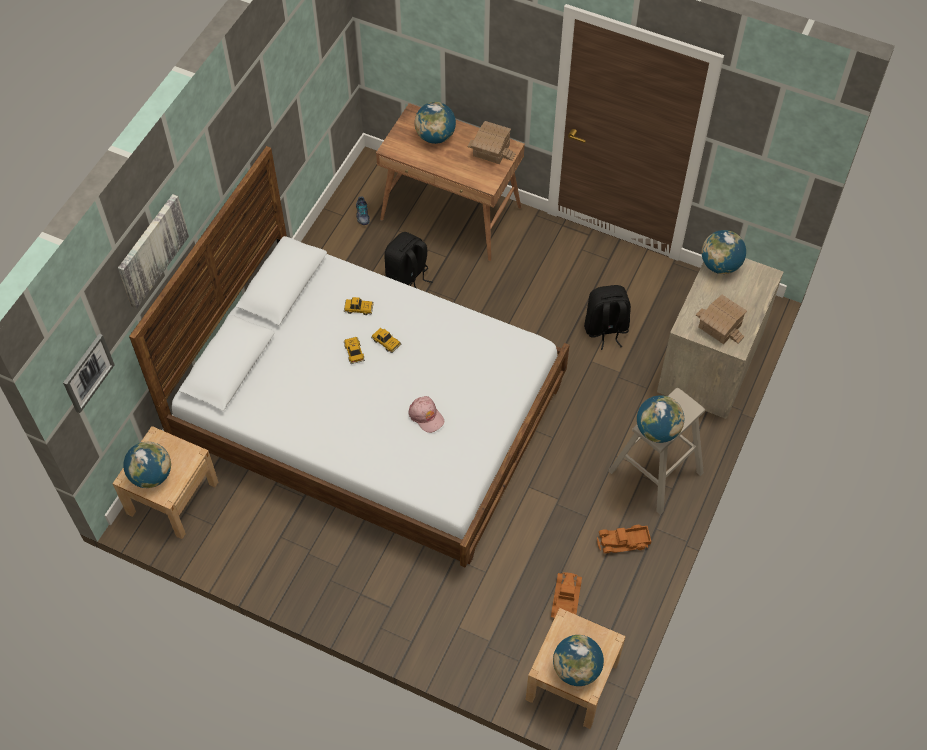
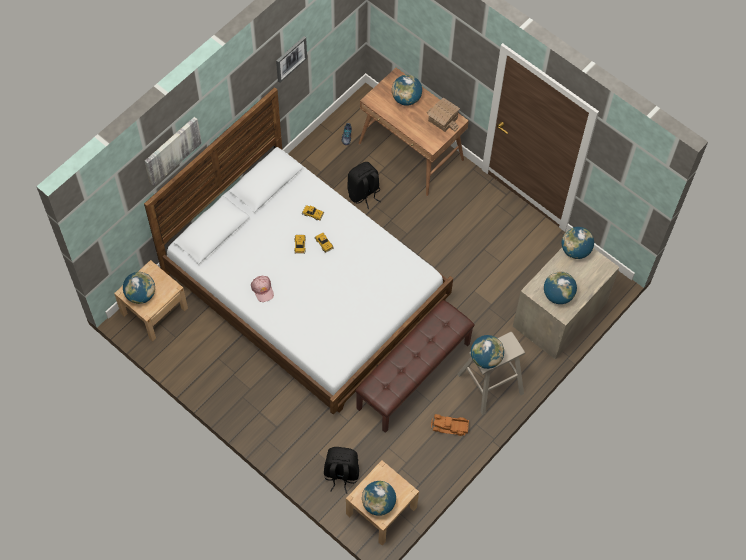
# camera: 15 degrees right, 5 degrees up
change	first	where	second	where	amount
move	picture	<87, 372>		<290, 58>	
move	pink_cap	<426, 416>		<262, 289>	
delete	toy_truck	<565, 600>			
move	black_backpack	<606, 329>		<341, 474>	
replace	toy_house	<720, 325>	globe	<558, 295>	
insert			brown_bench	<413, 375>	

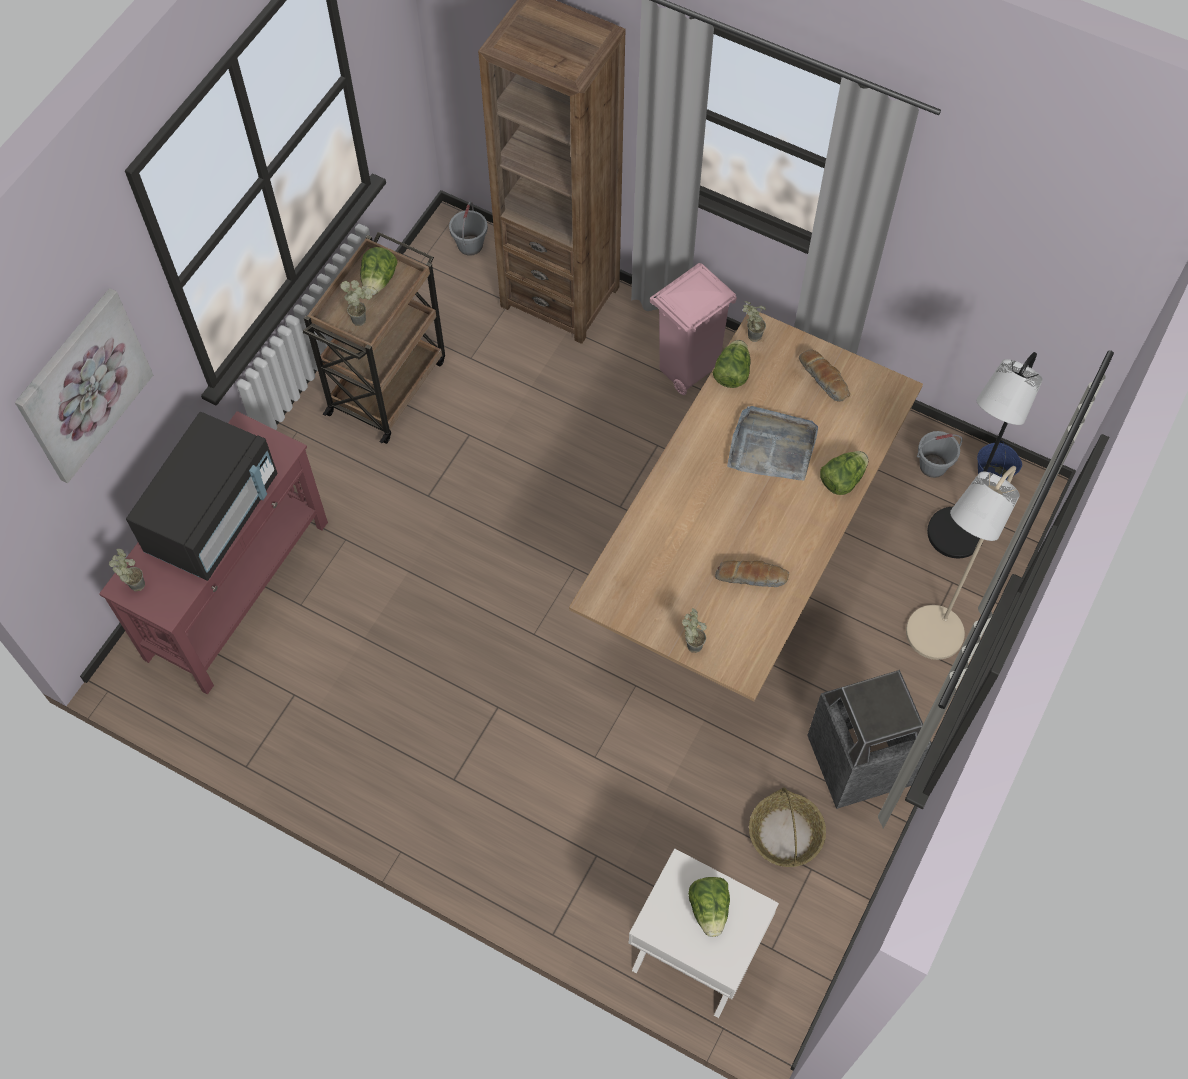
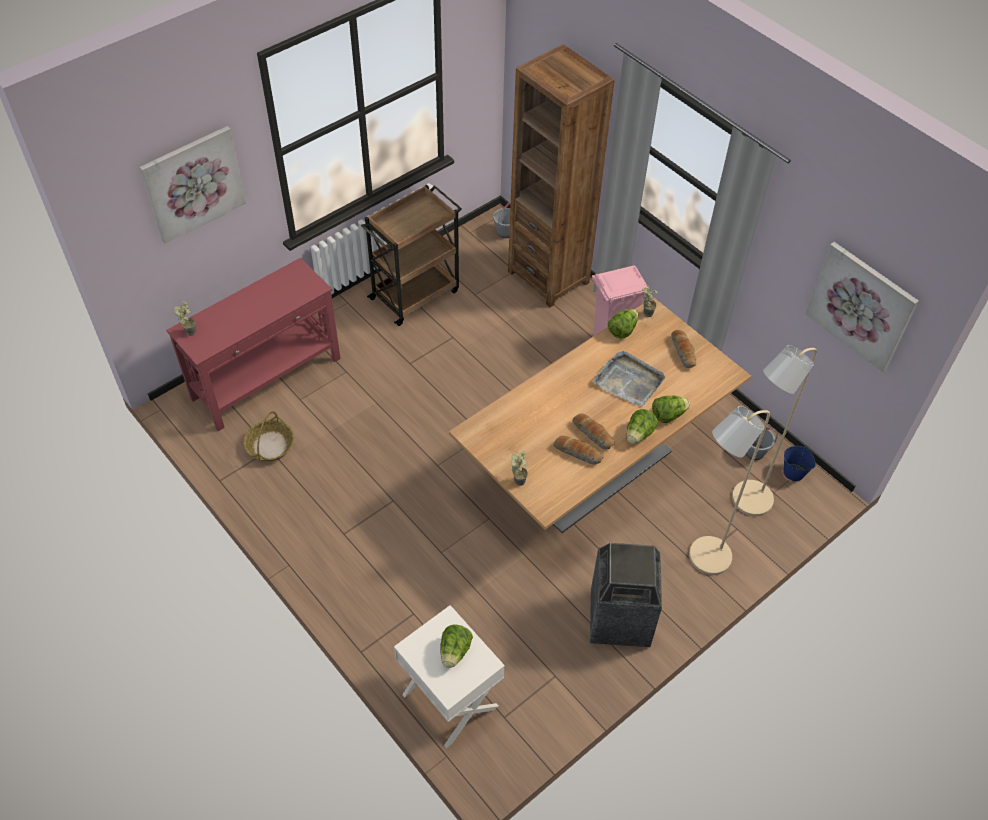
# camera: 20 degrees right, 10 degrees down
change	first	where	second	where	amount
delete	black_microwave	<213, 515>			
delete	potted_plant	<362, 318>			
move	lettuce	<379, 281>		<639, 434>	
move	basket	<786, 834>		<270, 446>	
recolor	black_floor_lamp	<949, 541>	beige_floor_lamp	<746, 502>	
insert			bread	<593, 434>	
insert			picture	<861, 305>	

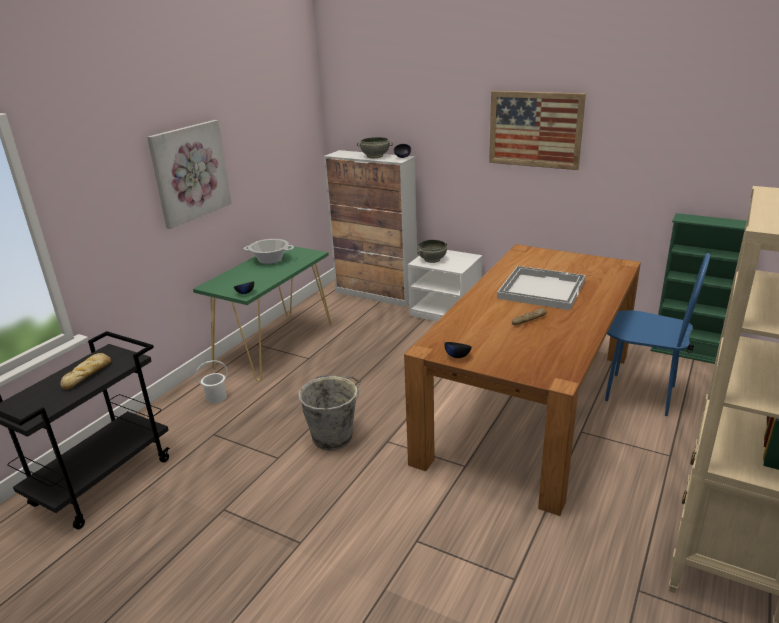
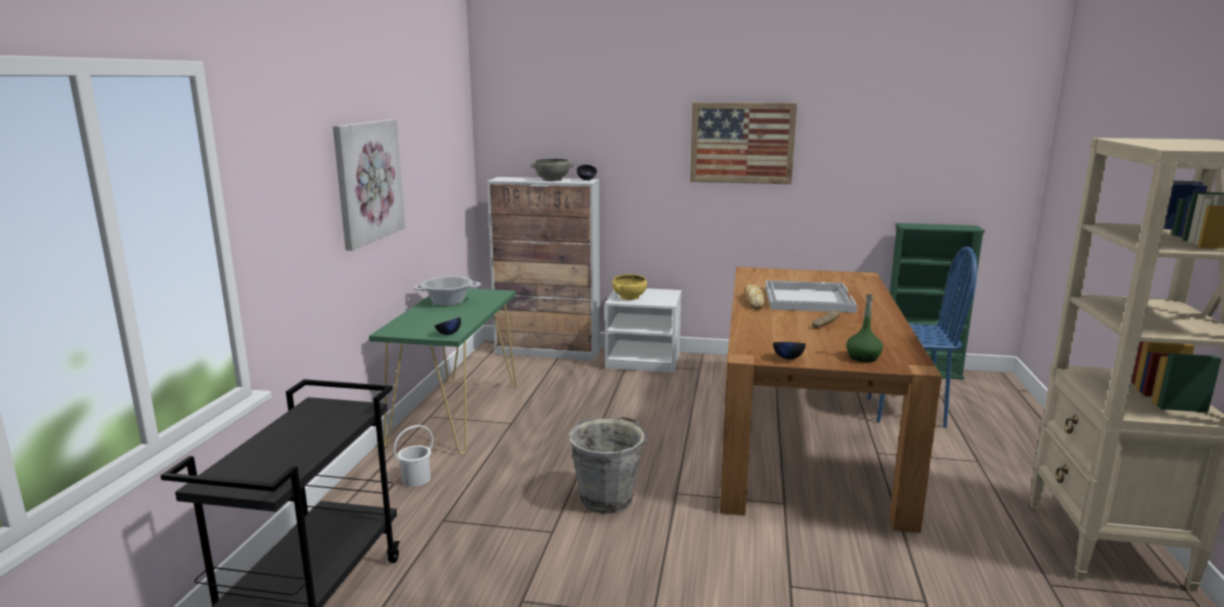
# camera: 20 degrees left, 10 degrees down
change	first	where	second	where	amount
move	bread	<88, 374>		<753, 301>	
recolor	grey_bowl	<432, 259>	yellow_bowl	<629, 297>	
insert			green_bottle	<863, 357>	

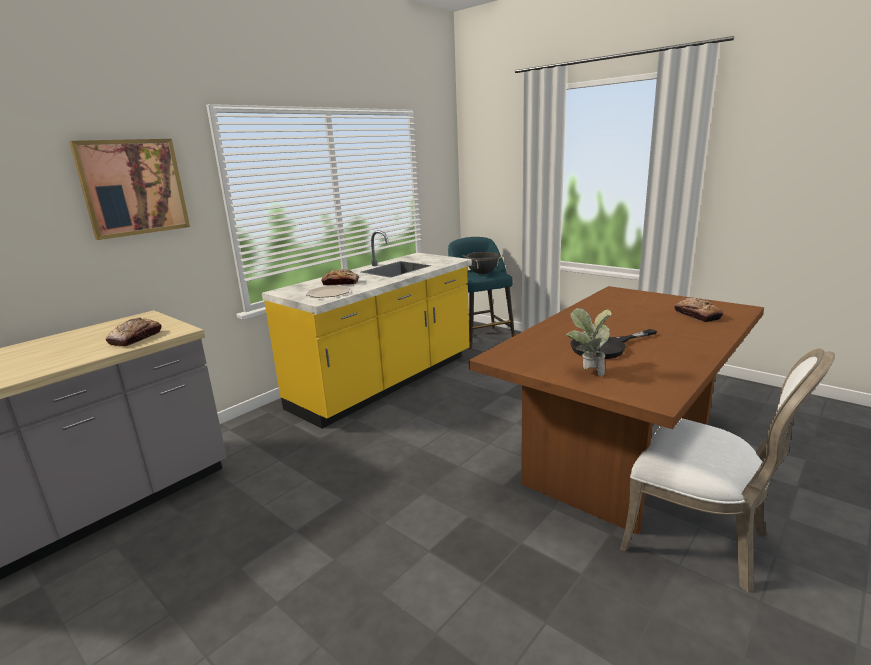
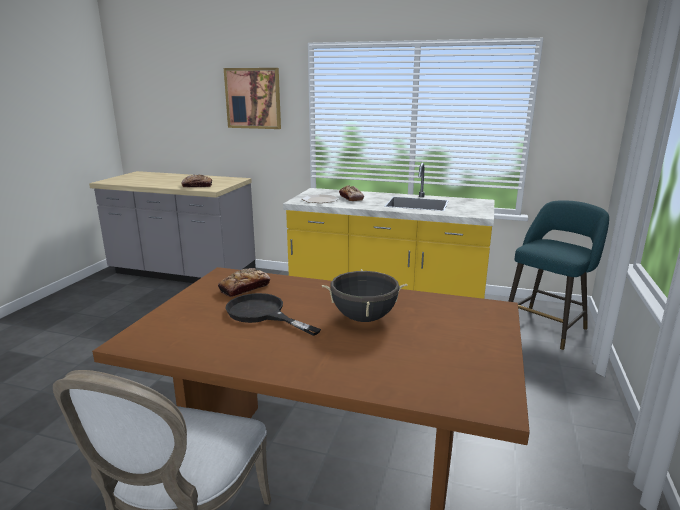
# camera: 65 degrees right, 0 degrees up
change	first	where	second	where	amount
move	black_cooking_pot	<482, 273>		<364, 318>	
delete	potted_plant	<587, 372>			
move	bread	<697, 315>		<244, 288>	

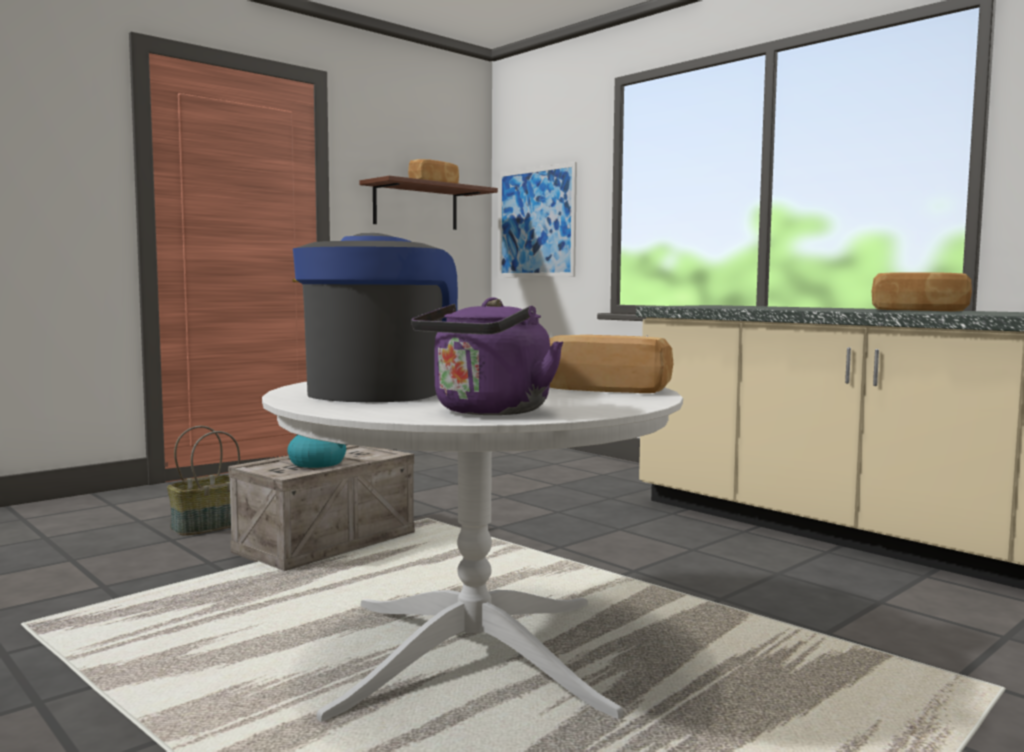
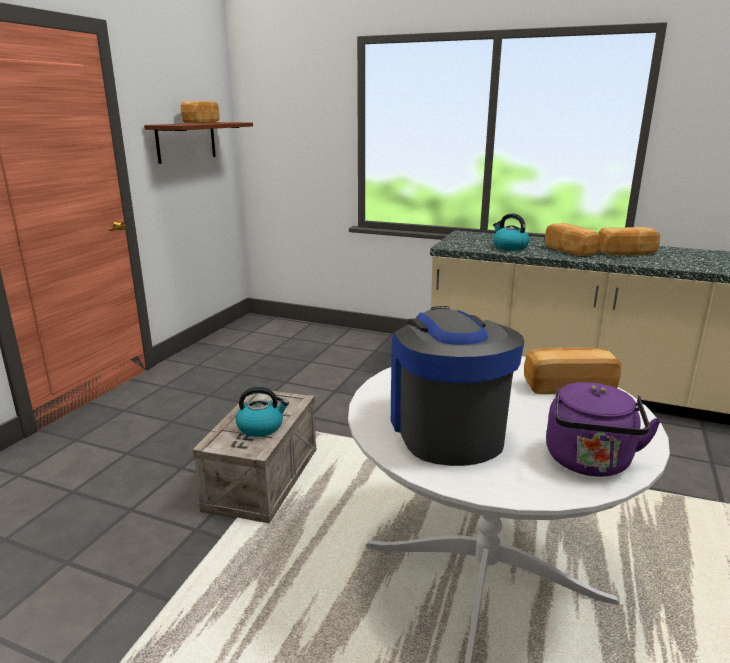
# camera: 25 degrees left, 15 degrees up
change	first	where	second	where	amount
delete	basket	<211, 525>			
delete	picture	<536, 222>			
insert			kettle	<509, 247>	
insert			bread	<568, 251>	

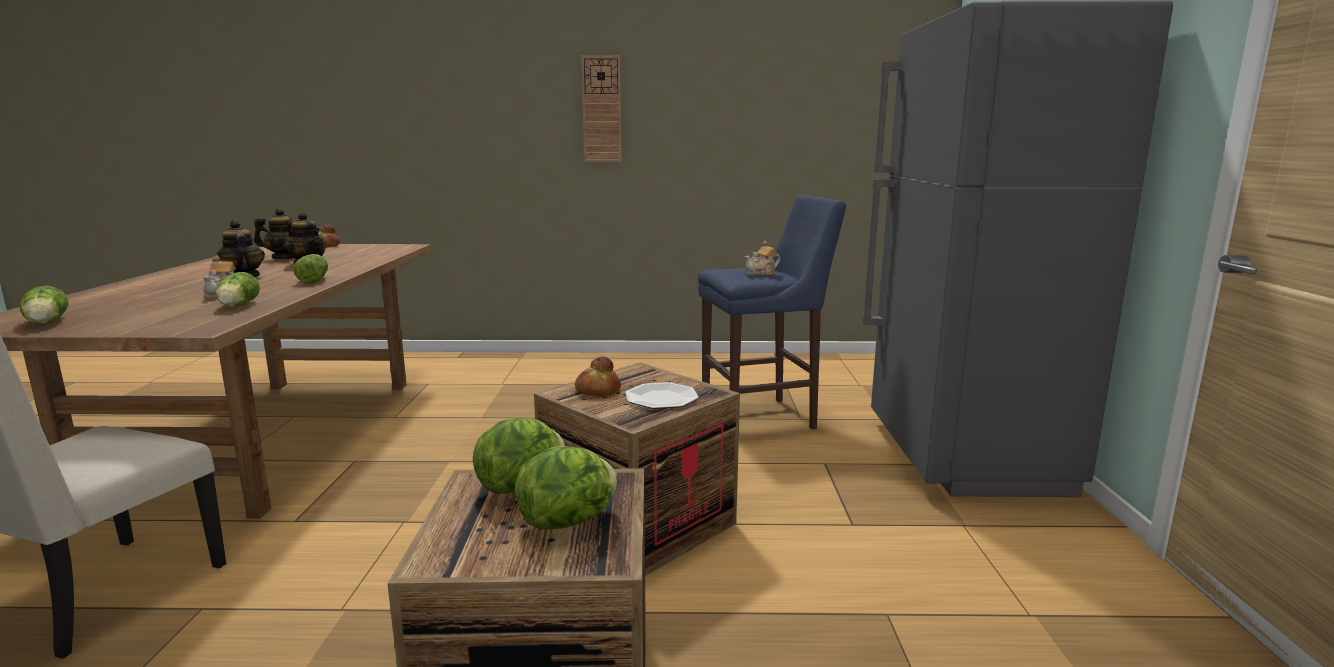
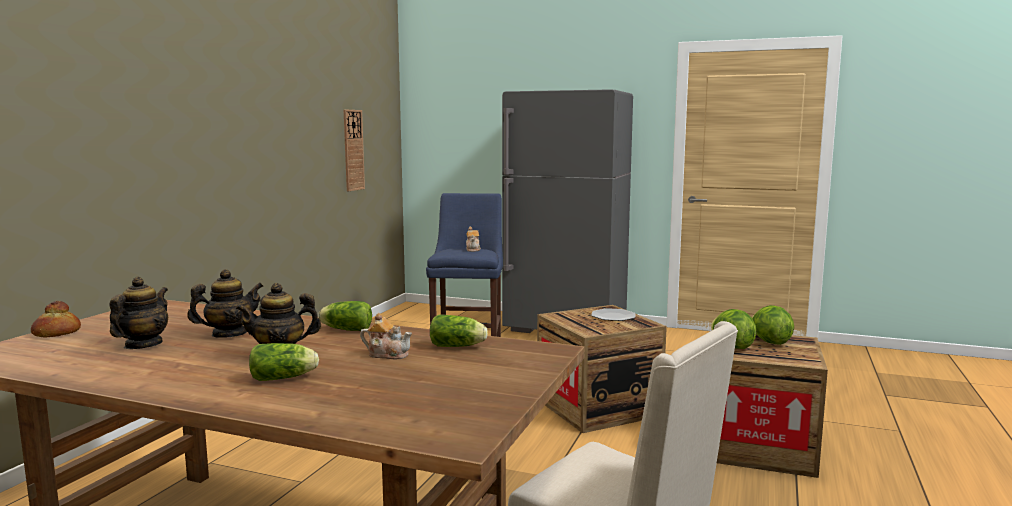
# camera: 70 degrees left, 5 degrees down
change	first	where	second	where	amount
move	lettuce	<46, 323>		<285, 378>	
delete	bread	<597, 390>			
move	wall_clock	<602, 109>		<353, 150>	

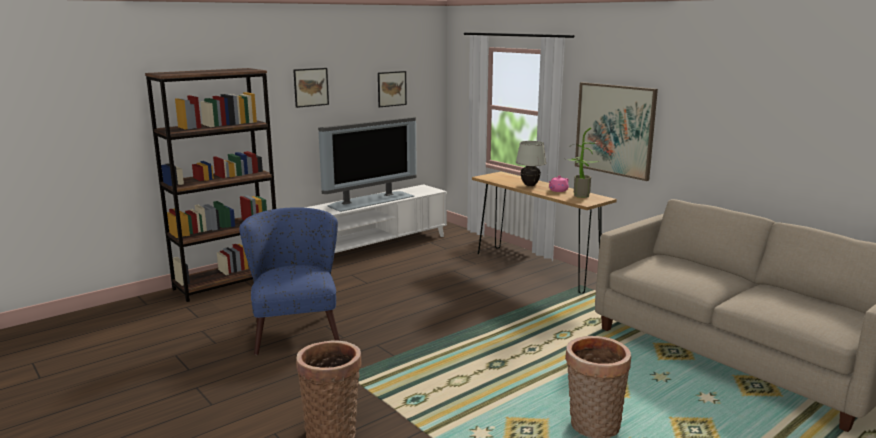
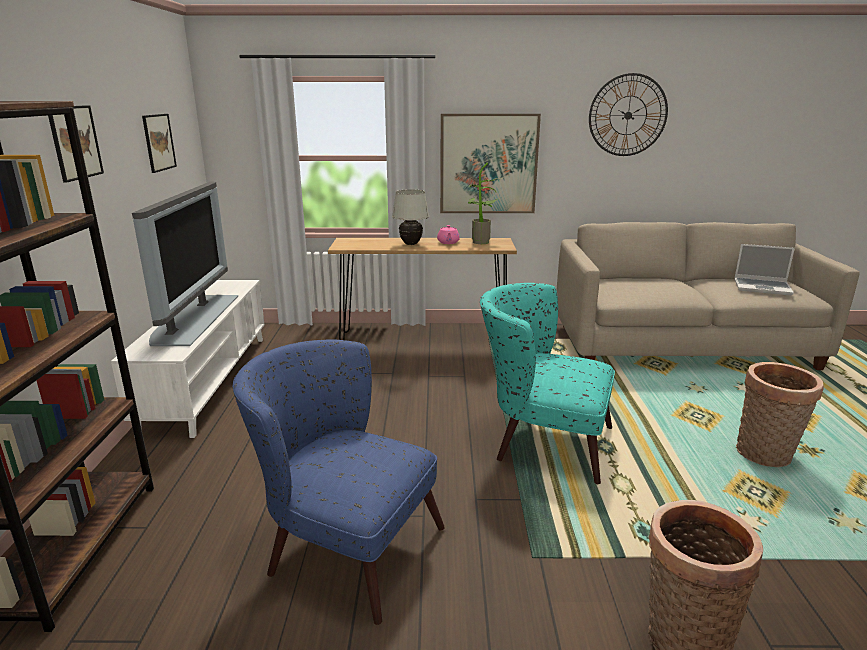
# camera: 50 degrees left, 5 degrees up
change	first	where	second	where	amount
insert			turquoise_armchair	<541, 441>	
insert			wall_clock	<628, 115>	
insert			laptop	<762, 287>	

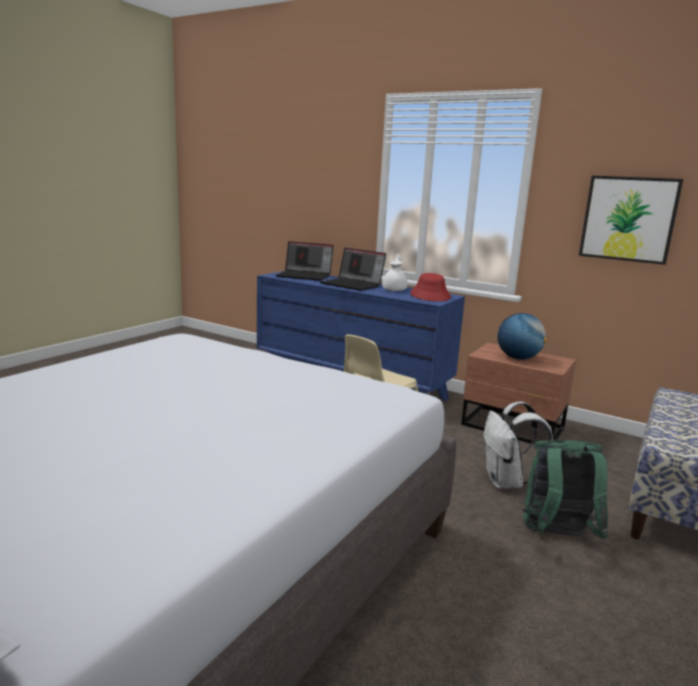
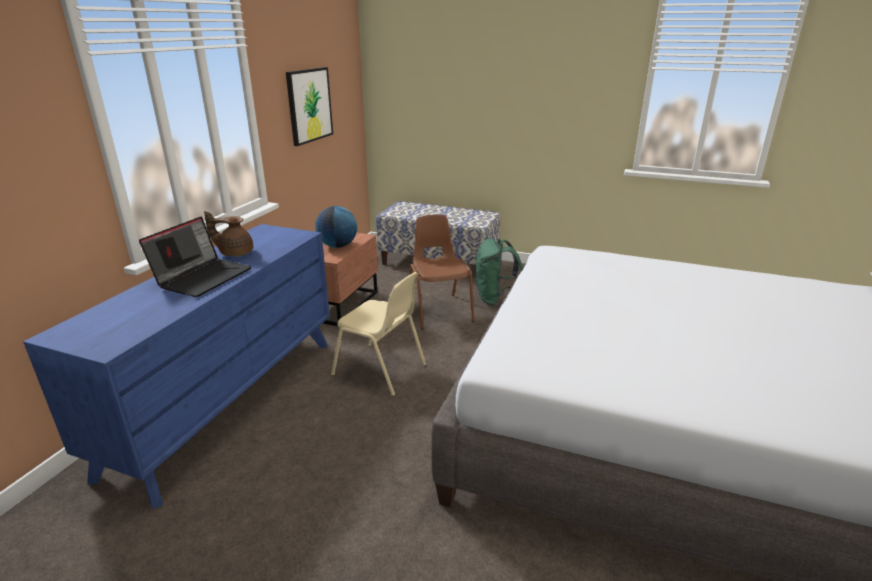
# camera: 100 degrees left, 10 degrees up
change	first	where	second	where	amount
delete	laptop	<305, 276>			
recolor	white_teapot	<395, 290>	brown_teapot	<235, 253>	
delete	red_hat	<430, 296>			
replace	white_backpack	<506, 482>	brown_chair	<439, 310>	

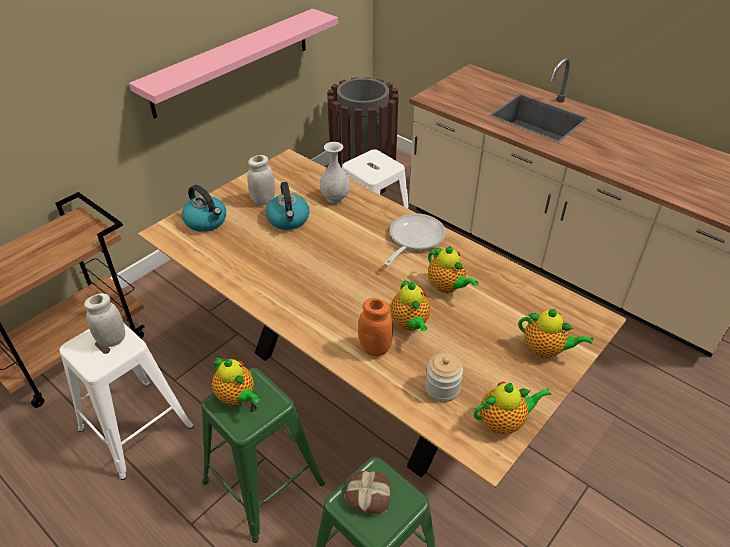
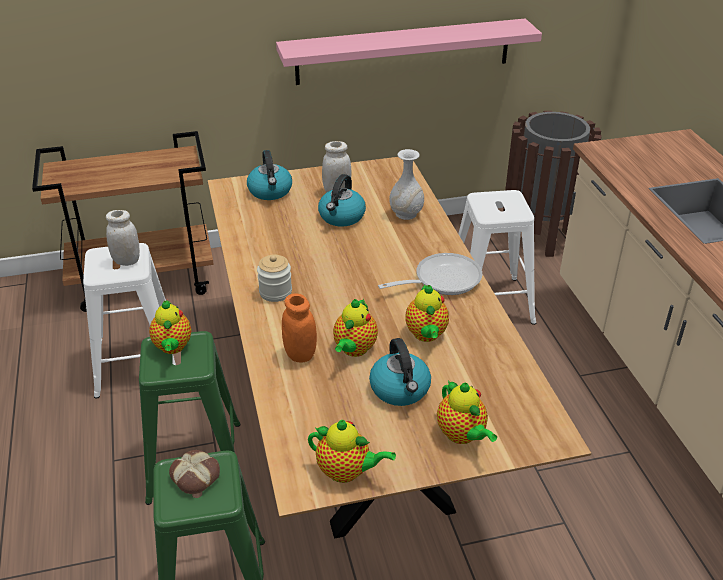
# camera: 35 degrees right, 5 degrees down
change	first	where	second	where	amount
move	jar	<442, 388>		<275, 292>	
insert			kettle	<400, 389>	

